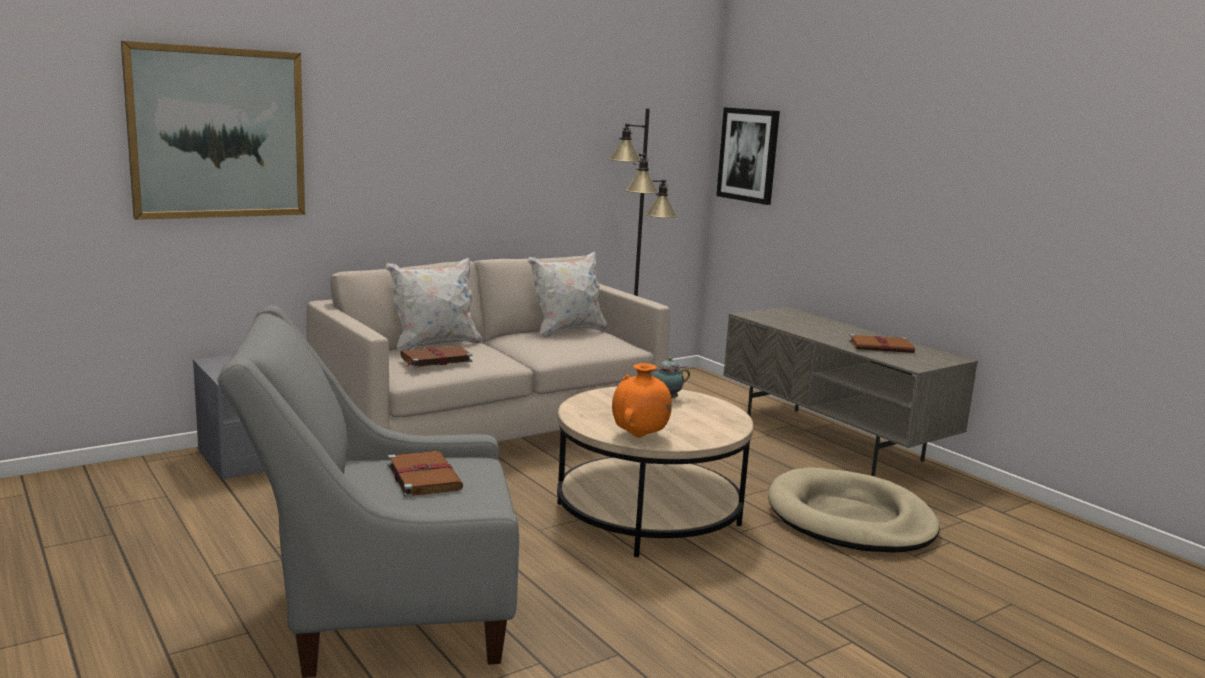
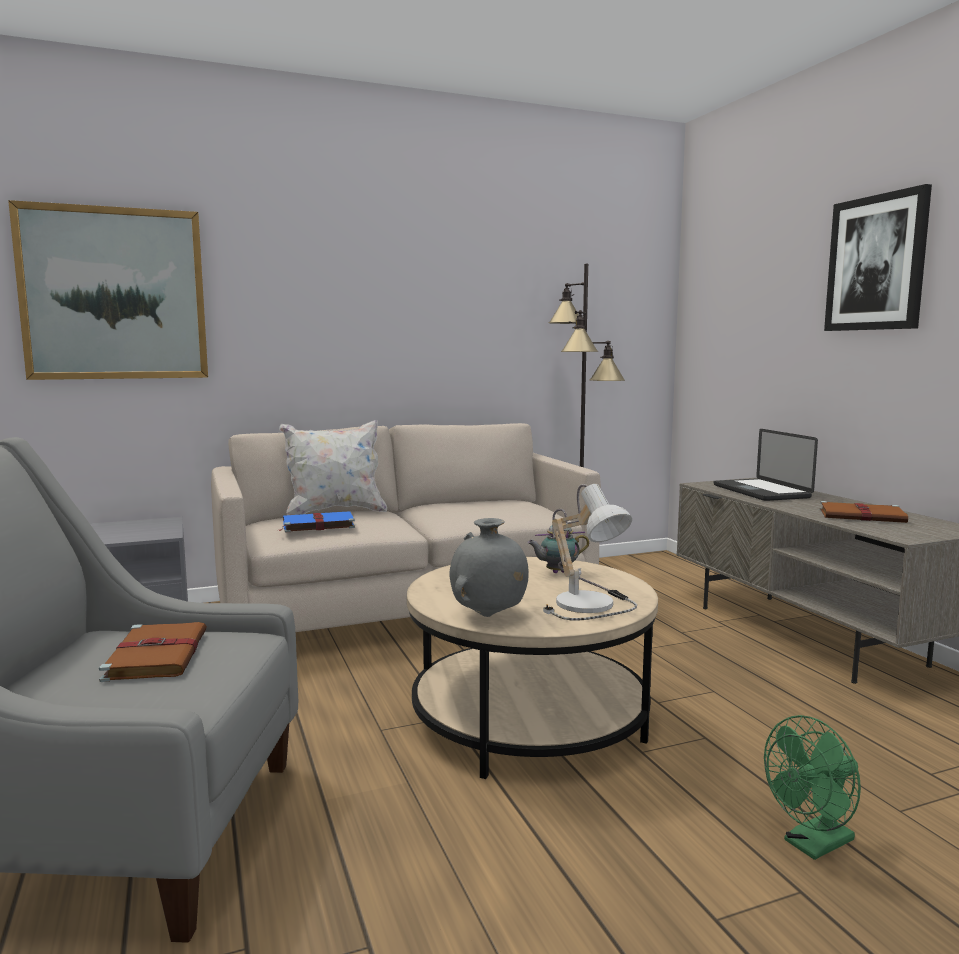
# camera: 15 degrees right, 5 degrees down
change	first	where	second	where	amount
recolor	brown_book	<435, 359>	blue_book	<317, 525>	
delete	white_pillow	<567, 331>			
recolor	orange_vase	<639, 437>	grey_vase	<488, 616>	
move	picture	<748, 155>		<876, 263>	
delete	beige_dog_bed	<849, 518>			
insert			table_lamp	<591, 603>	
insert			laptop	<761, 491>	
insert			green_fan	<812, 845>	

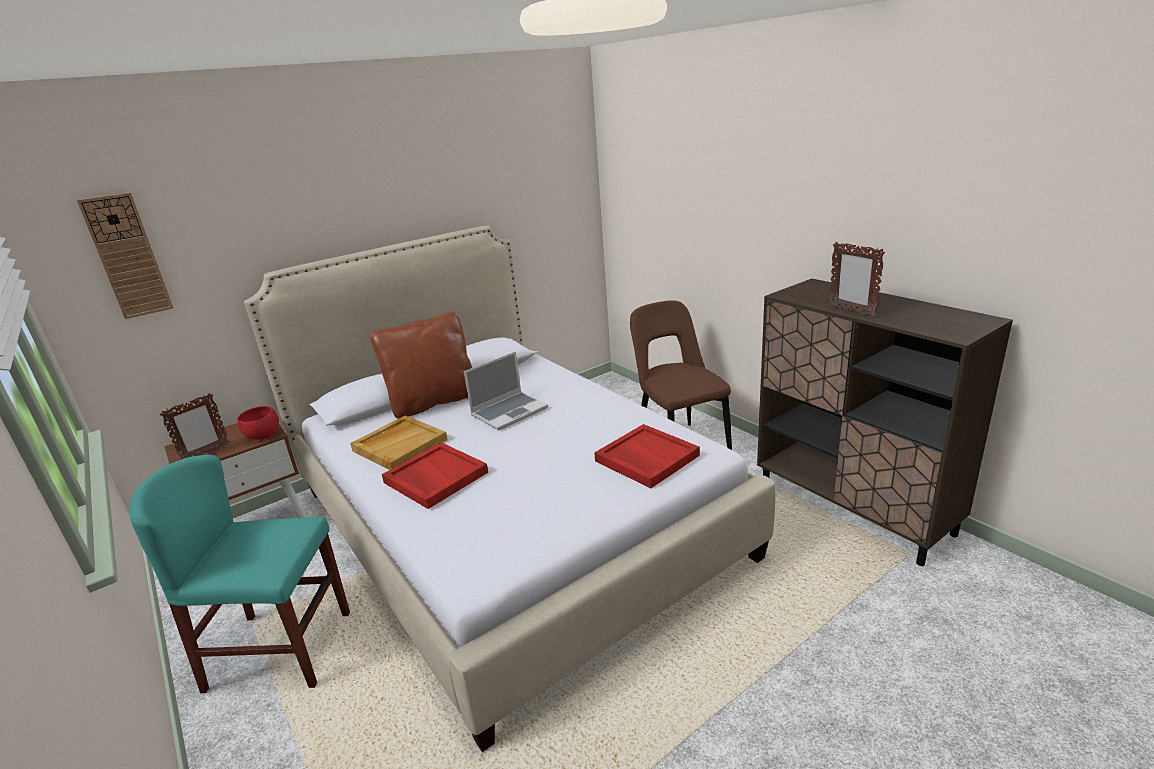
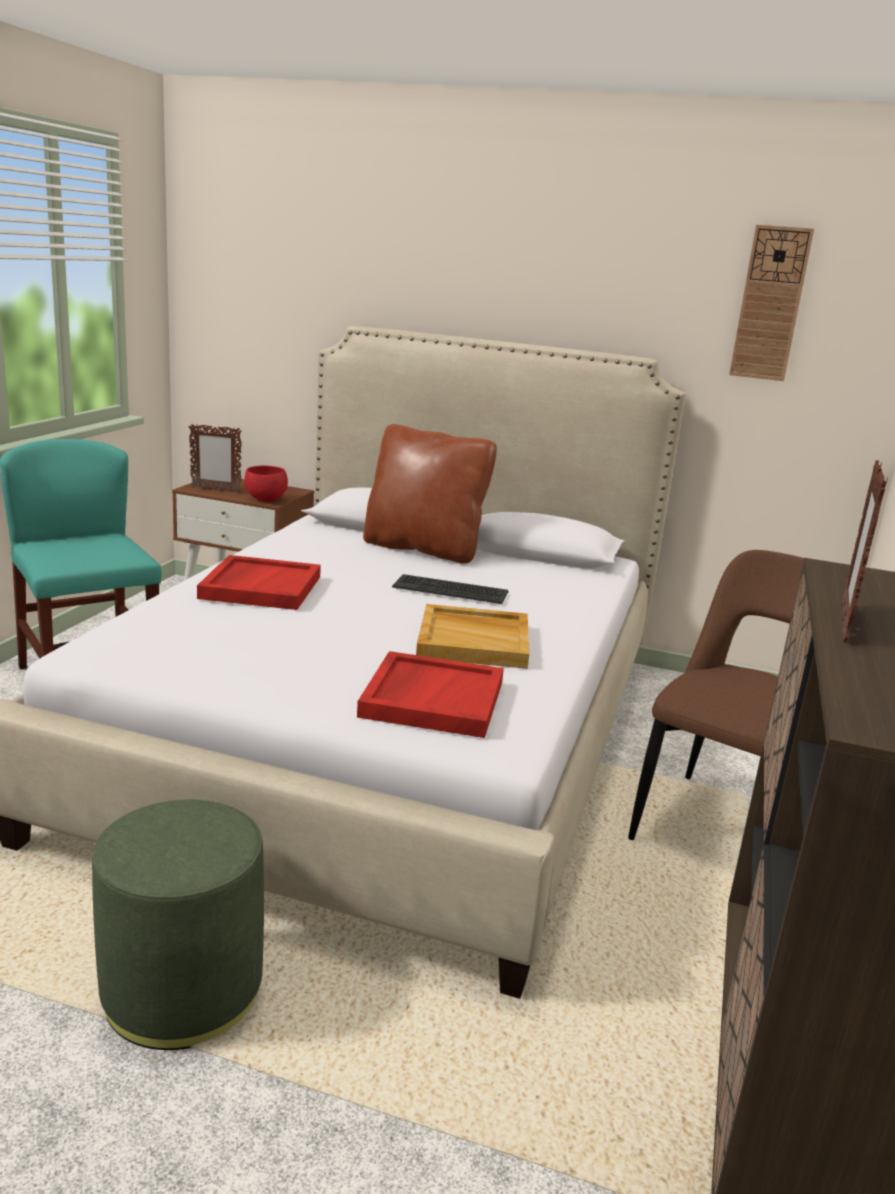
# camera: 50 degrees right, 5 degrees down
change	first	where	second	where	amount
move	wall_clock	<127, 256>		<770, 304>	
move	beige_tray	<400, 445>		<474, 641>	
replace	laptop	<509, 411>	keyboard	<451, 590>	
insert			green_ottoman	<183, 990>	

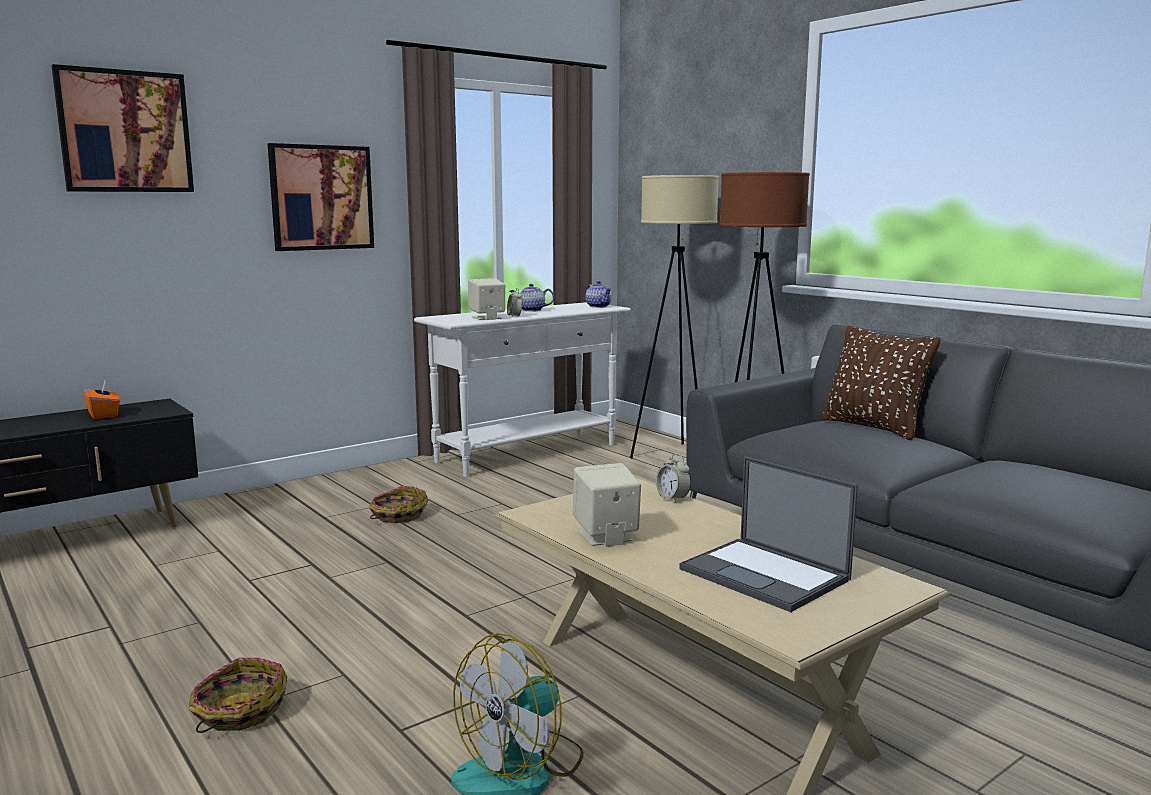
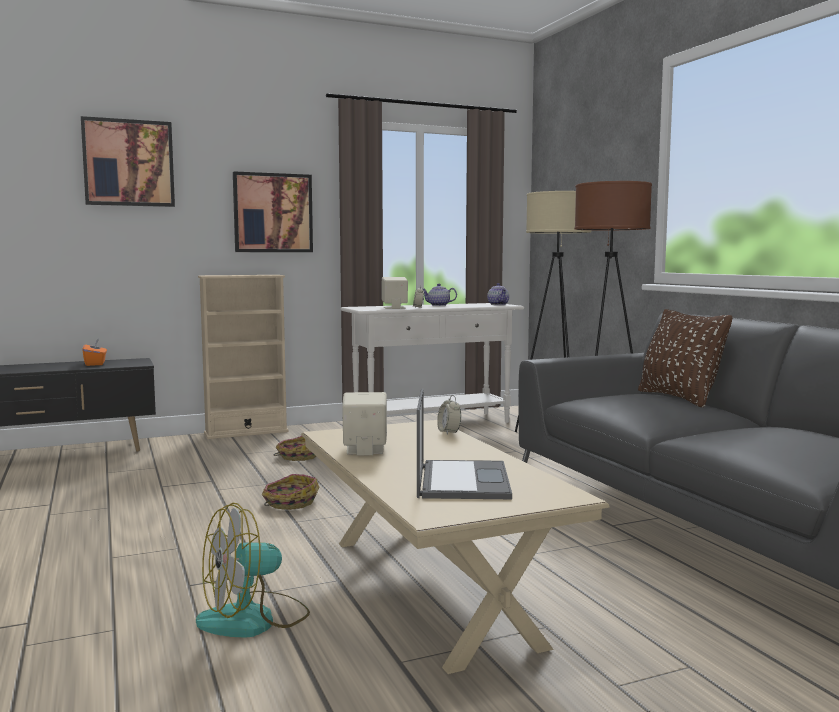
# camera: 15 degrees right, 5 degrees down
change	first	where	second	where	amount
move	basket	<238, 711>		<289, 502>	
rotate	laptop	<766, 575>		<462, 480>	150 degrees counterclockwise
insert			beige_bookcase	<246, 432>	

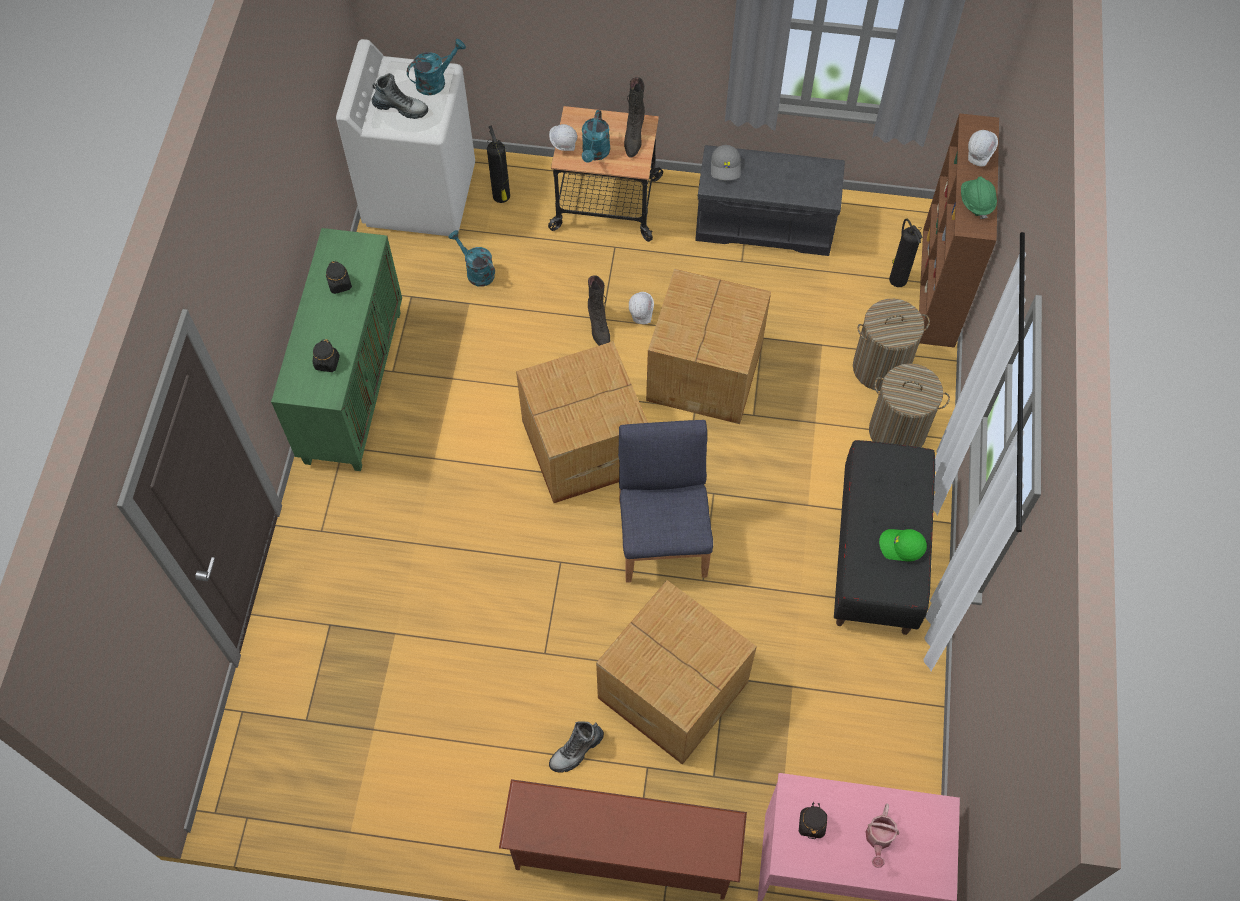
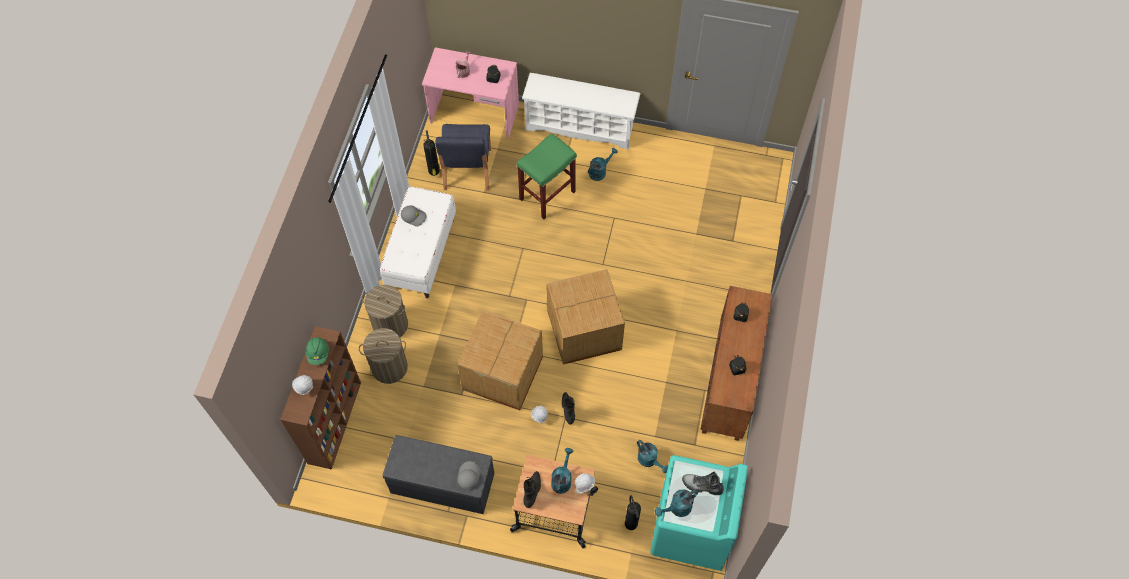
# camera: 175 degrees left, 0 degrees up
change	first	where	second	where	amount
recolor	green_cabinet	<353, 385>	brown_cabinet	<730, 382>	
recolor	white_washing_machine	<420, 194>	turquoise_washing_machine	<691, 530>	
recolor	brown_shoe_rack	<622, 855>	white_shoe_rack	<580, 127>	
replace	boot	<576, 750>	turquoise_watering_can	<600, 171>	
replace	cardboard_box	<672, 688>	green_stool	<547, 196>	
move	blue_chair	<663, 536>		<467, 170>	
recolor	black_bench	<877, 555>	white_bench	<421, 254>	
recolor	green_cap	<901, 547>	grey_cap	<414, 216>	
move	fire_extinguisher	<897, 279>		<434, 171>	

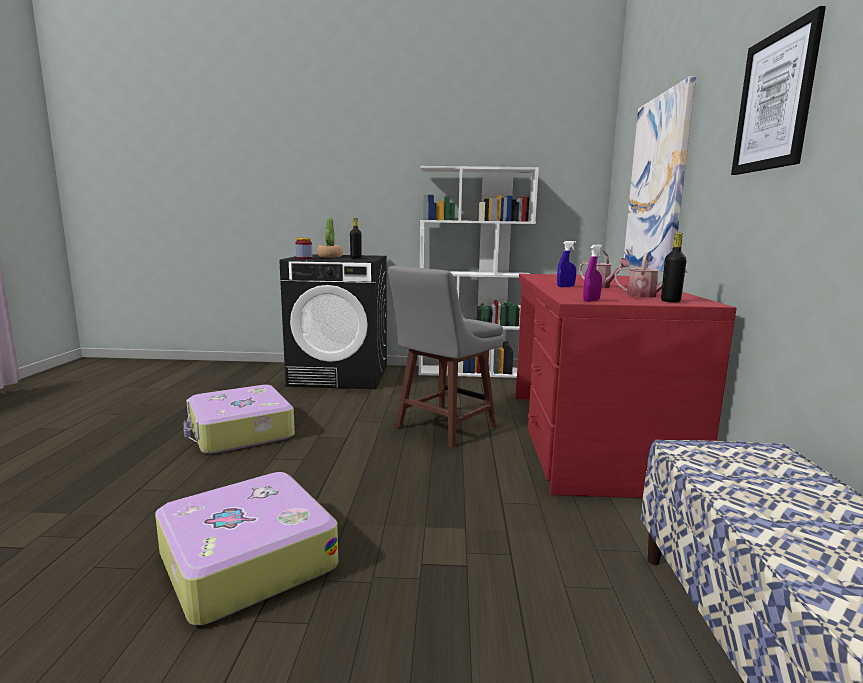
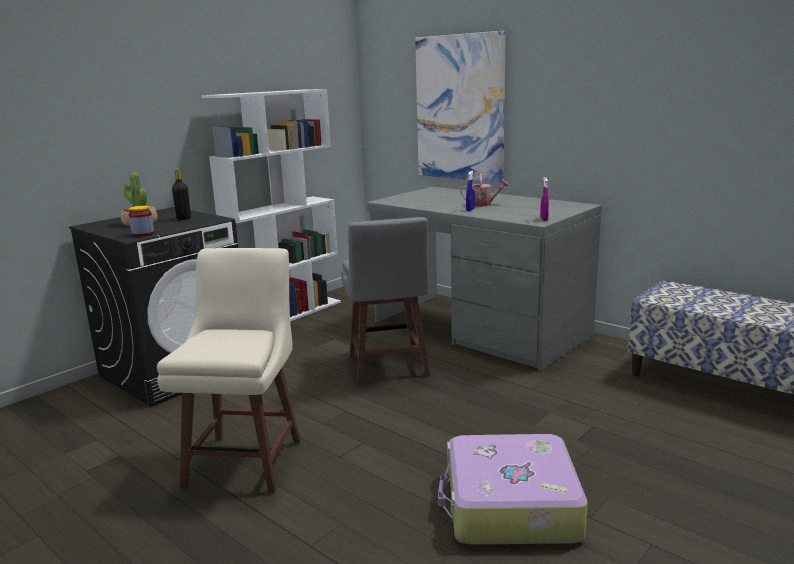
# camera: 50 degrees left, 5 degrees up
change	first	where	second	where	amount
replace	suitcase	<240, 432>	beige_stool	<246, 461>	
recolor	red_desk	<588, 438>	grey_desk	<479, 328>	
delete	watering_can	<646, 296>			
delete	black_bottle	<670, 301>			
delete	picture	<775, 101>			

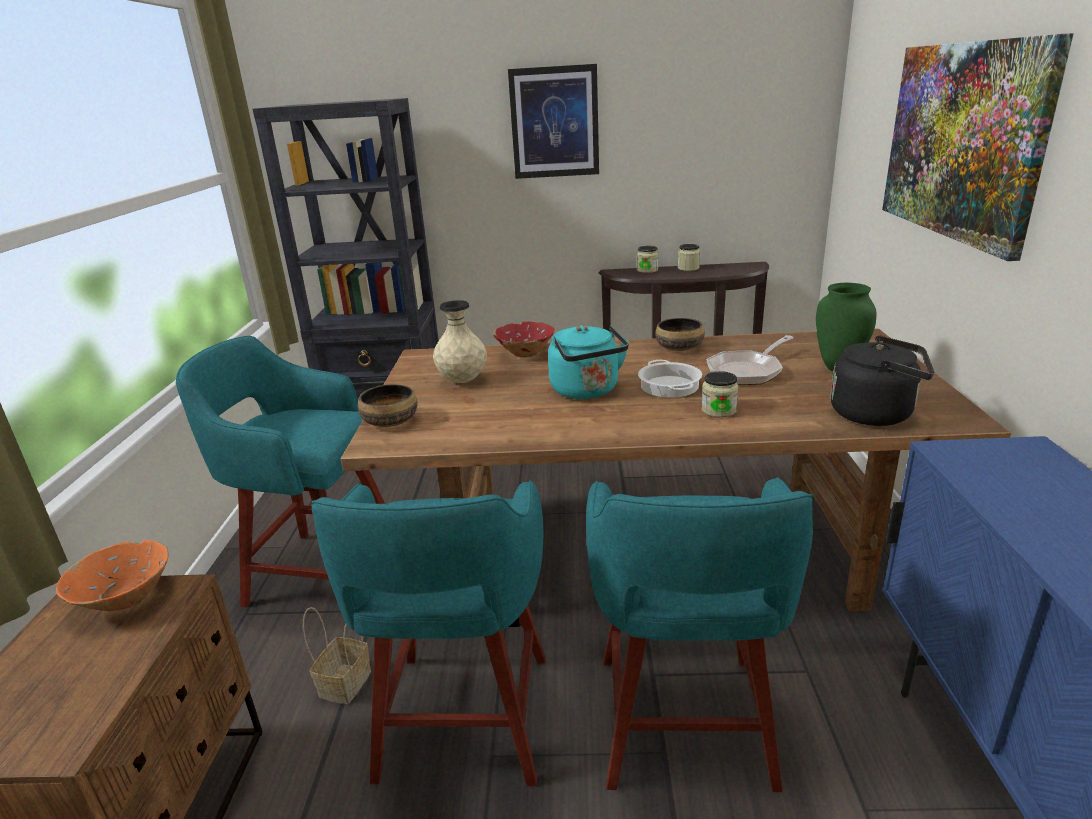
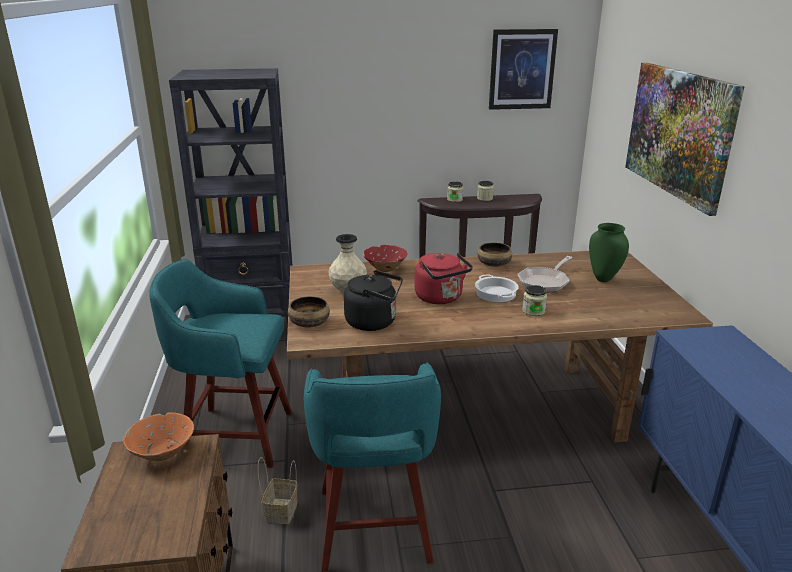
# camera: 10 degrees left, 0 degrees up
change	first	where	second	where	amount
move	picture	<554, 122>		<522, 69>	
recolor	turquoise_kettle	<587, 391>	red_kettle	<441, 298>	
delete	turquoise_stool	<683, 725>			
move	black_kettle	<876, 414>		<374, 322>	

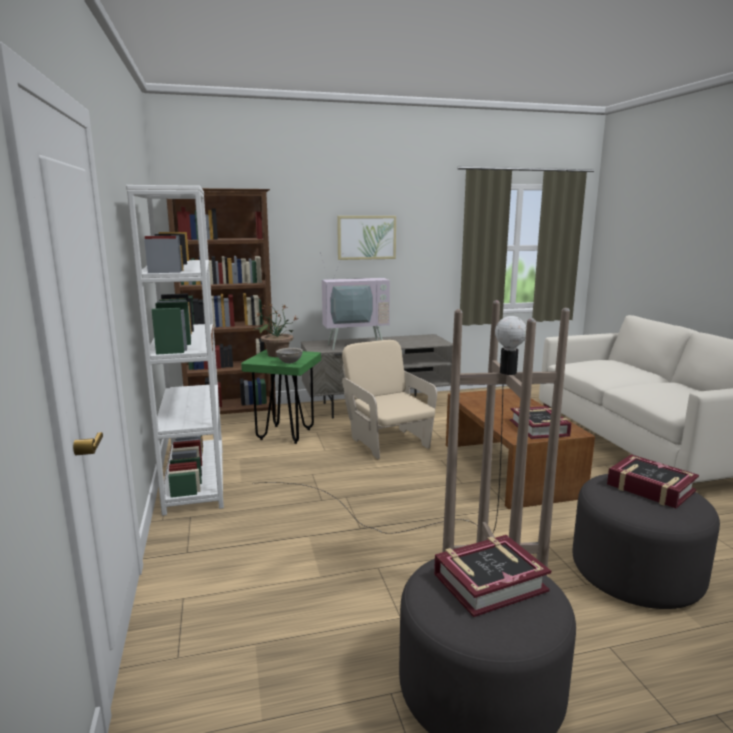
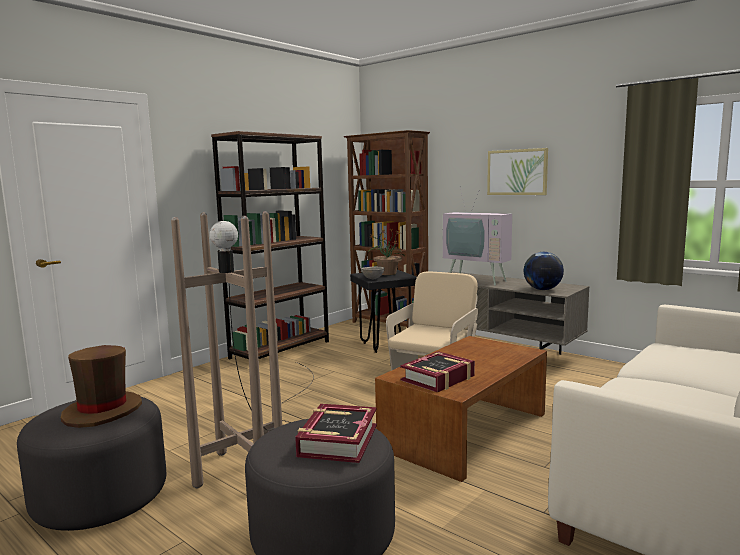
# camera: 55 degrees right, 5 degrees down
change	first	where	second	where	amount
recolor	white_bookcase	<195, 479>	brown_bookcase	<280, 349>	
recolor	green_stool	<285, 434>	black_stool	<385, 345>	
replace	book	<489, 582>	brown_hat	<103, 411>	
insert			globe	<542, 289>	

